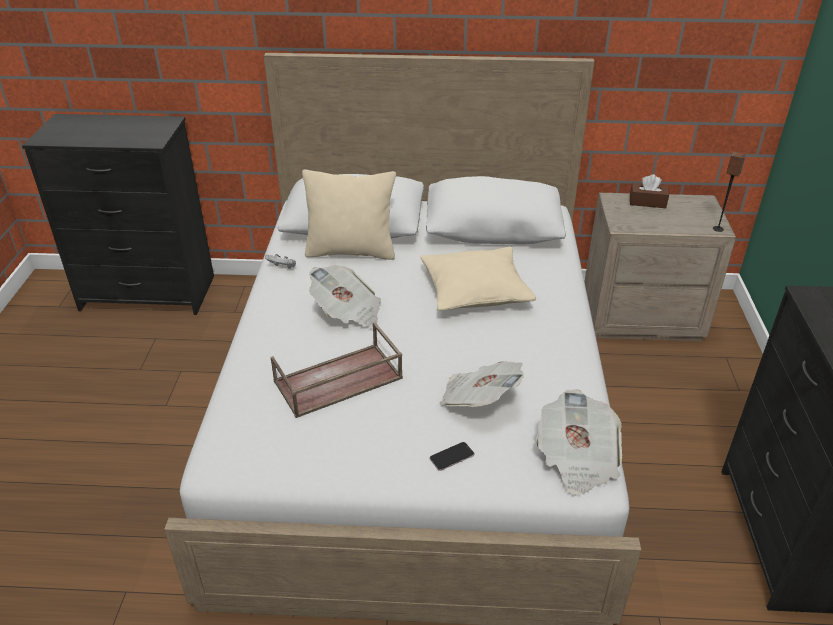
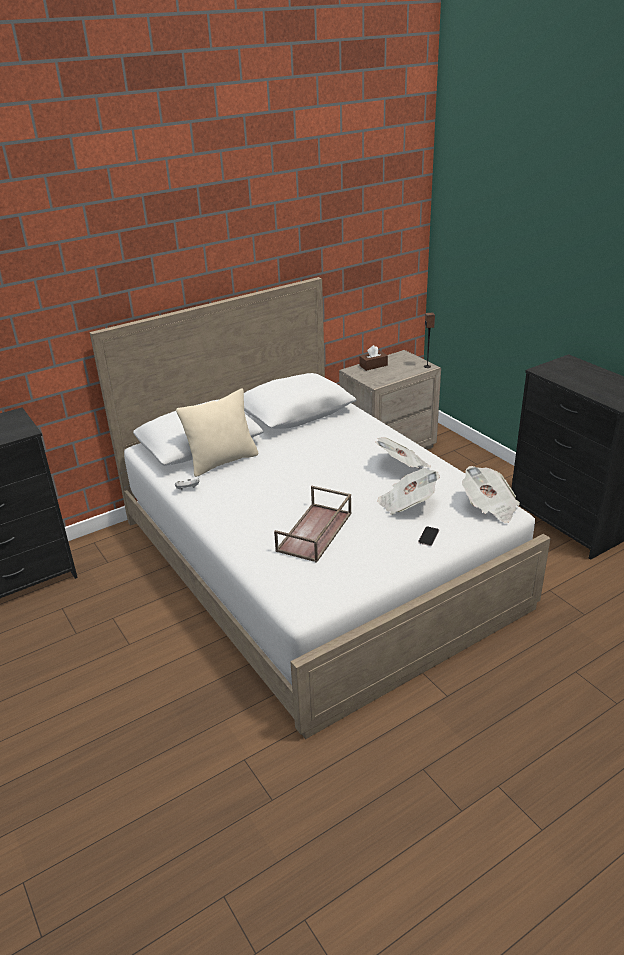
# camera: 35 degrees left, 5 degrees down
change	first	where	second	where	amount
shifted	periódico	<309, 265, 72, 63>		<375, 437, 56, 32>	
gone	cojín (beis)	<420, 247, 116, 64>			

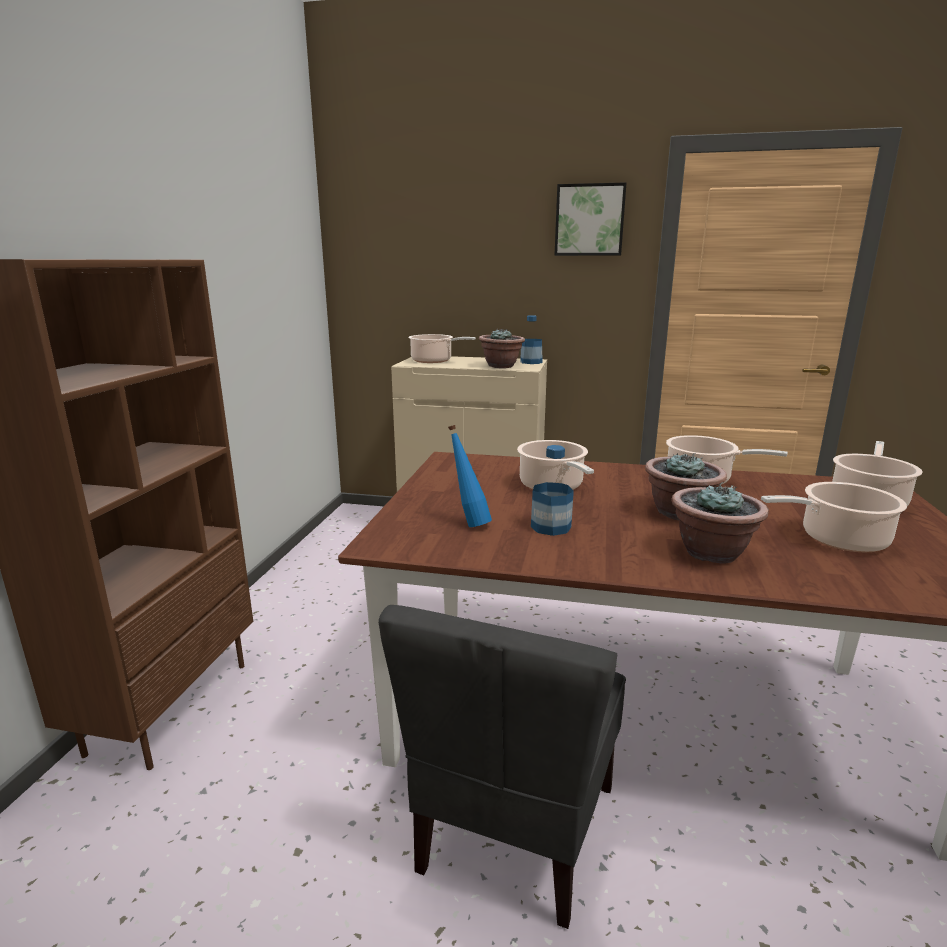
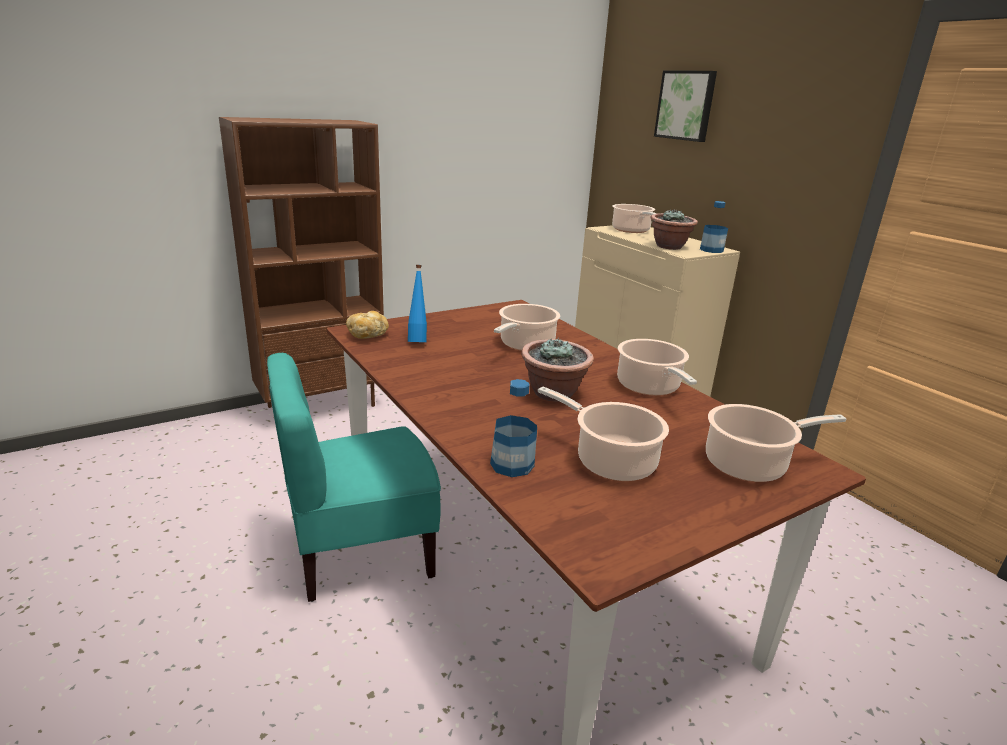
# camera: 45 degrees right, 5 degrees up
change	first	where	second	where	amount
repainted	silla (gris)	<379, 605, 247, 324>	silla (turquesa)	<267, 353, 174, 249>	
shifted	botella	<531, 445, 43, 91>		<490, 379, 47, 98>	
shifted	cuadro	<554, 182, 72, 74>		<654, 71, 63, 71>	
gone	planta en maceta	<671, 482, 98, 82>			
new			pan	<346, 311, 43, 28>	

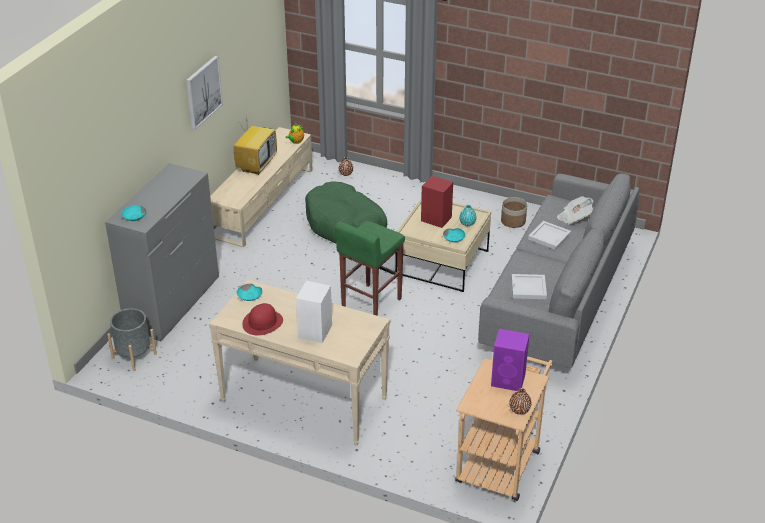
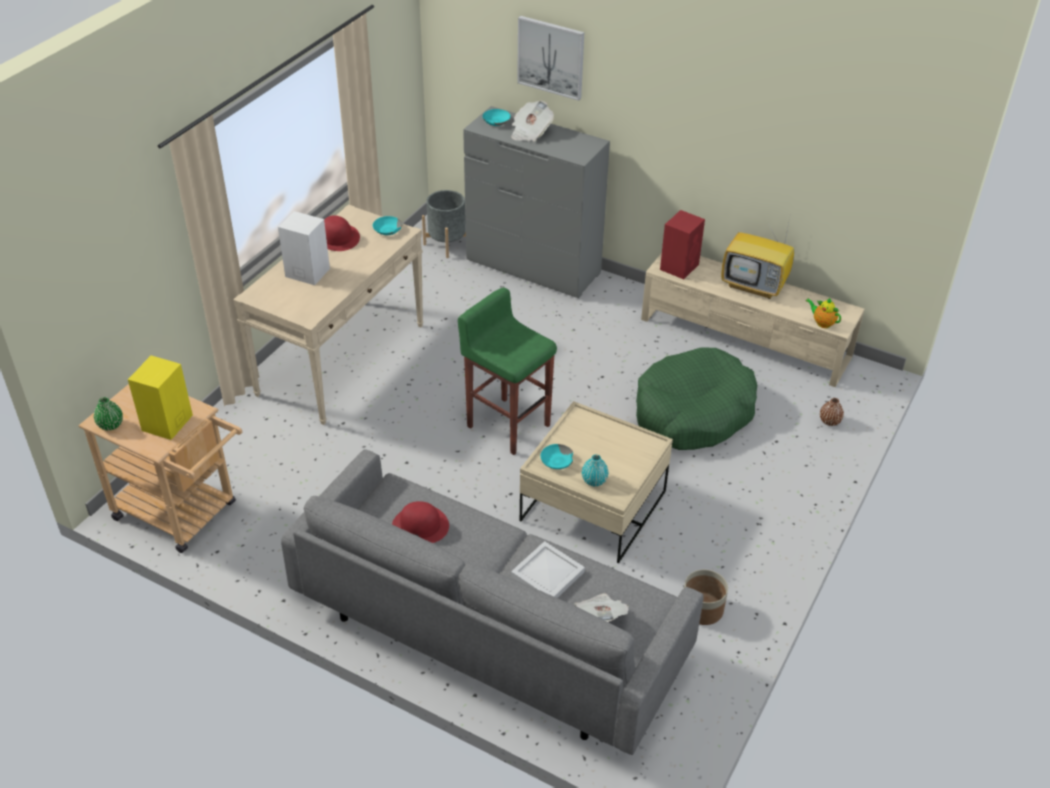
# camera: 95 degrees right, 5 degrees up
change	first	where	second	where	amount
shifted	cuadro	<186, 56, 37, 74>		<517, 16, 67, 85>	
shifted	altavoz (rojo)	<421, 176, 32, 52>		<660, 210, 45, 69>	
repainted	altavoz (morado)	<491, 329, 38, 62>	altavoz (amarillo)	<128, 356, 65, 84>	
repainted	florero (marrón)	<509, 388, 23, 27>	florero (verde)	<94, 397, 29, 33>	
swapped	bandeja (blanco)	<511, 274, 36, 25>	sombrero (rojo)	<392, 501, 57, 42>	
new			periódico	<511, 101, 43, 40>	

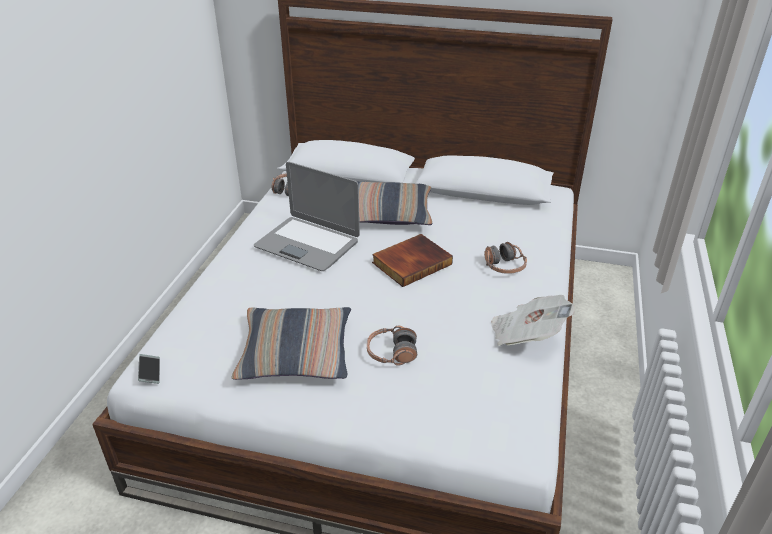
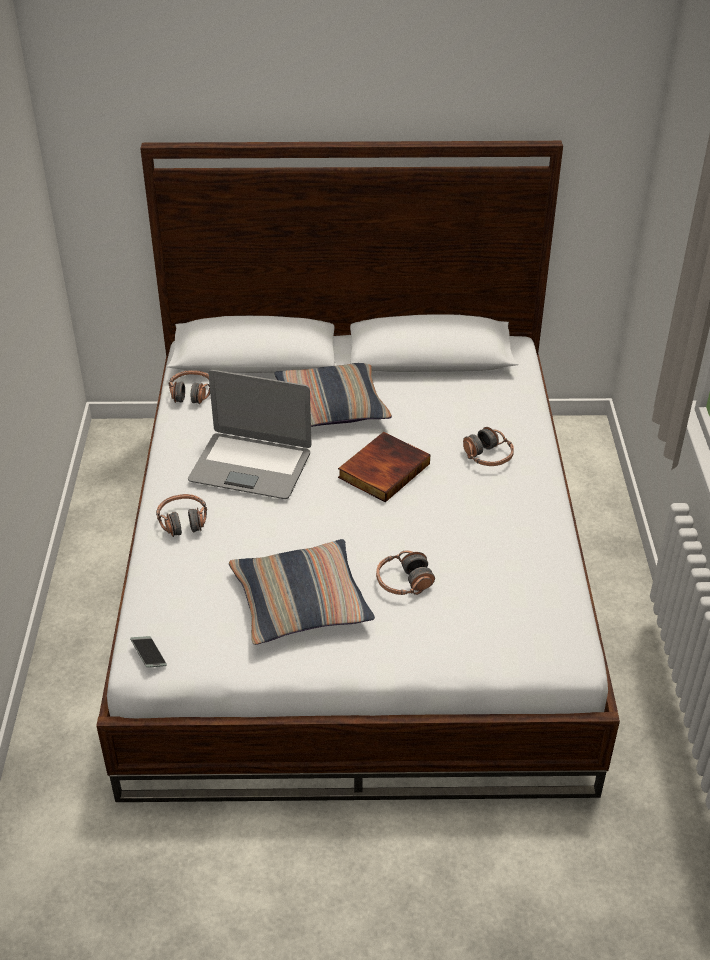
# camera: 15 degrees left, 5 degrees up
change	first	where	second	where	amount
gone	periódico	<491, 295, 84, 51>			
new			auriculares	<156, 494, 51, 43>	

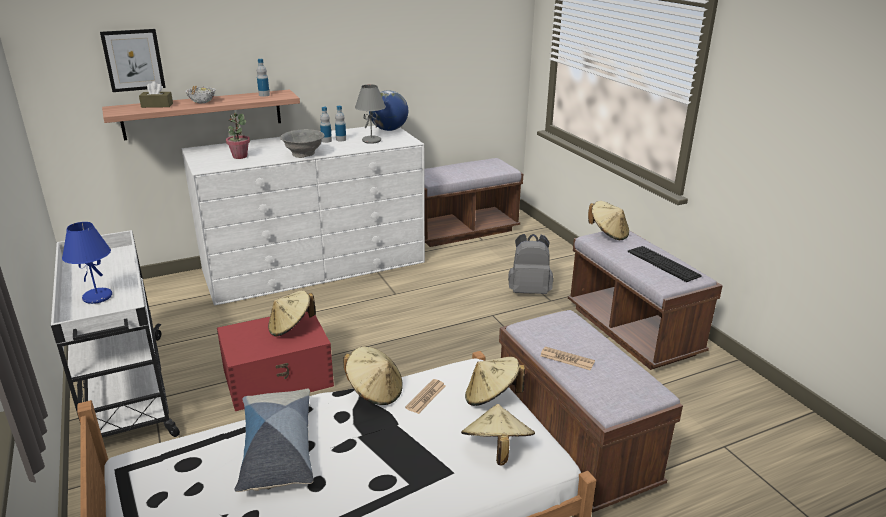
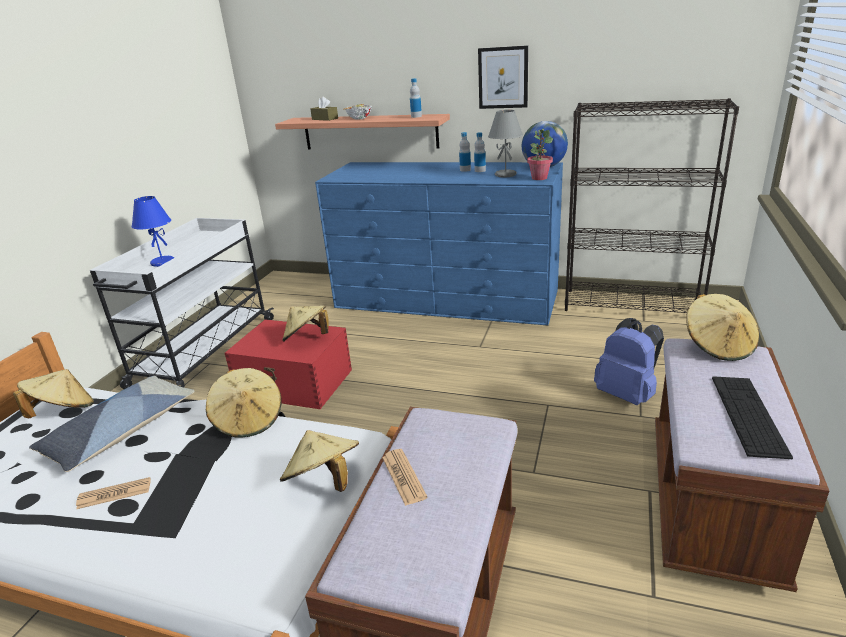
# camera: 45 degrees right, 0 degrees up
change	first	where	second	where	amount
shifted	cuadro	<100, 29, 66, 63>		<478, 46, 50, 63>	
repainted	cómoda (blanco)	<182, 126, 243, 180>	cómoda (azul)	<315, 162, 248, 163>	
shifted	planta en maceta	<226, 113, 24, 46>		<527, 129, 26, 51>	
gone	cuenco (gris)	<280, 129, 45, 29>			
shifted	periódico	<405, 379, 41, 35>		<76, 477, 75, 32>	
swapped	banco (marrón)	<424, 158, 99, 89>	estantería (negro)	<565, 98, 174, 215>	
shifted	sombrero (beis)	<461, 404, 74, 62>		<13, 369, 81, 49>	
repainted	mochila (gris)	<508, 234, 45, 60>	mochila (azul)	<594, 318, 70, 87>	

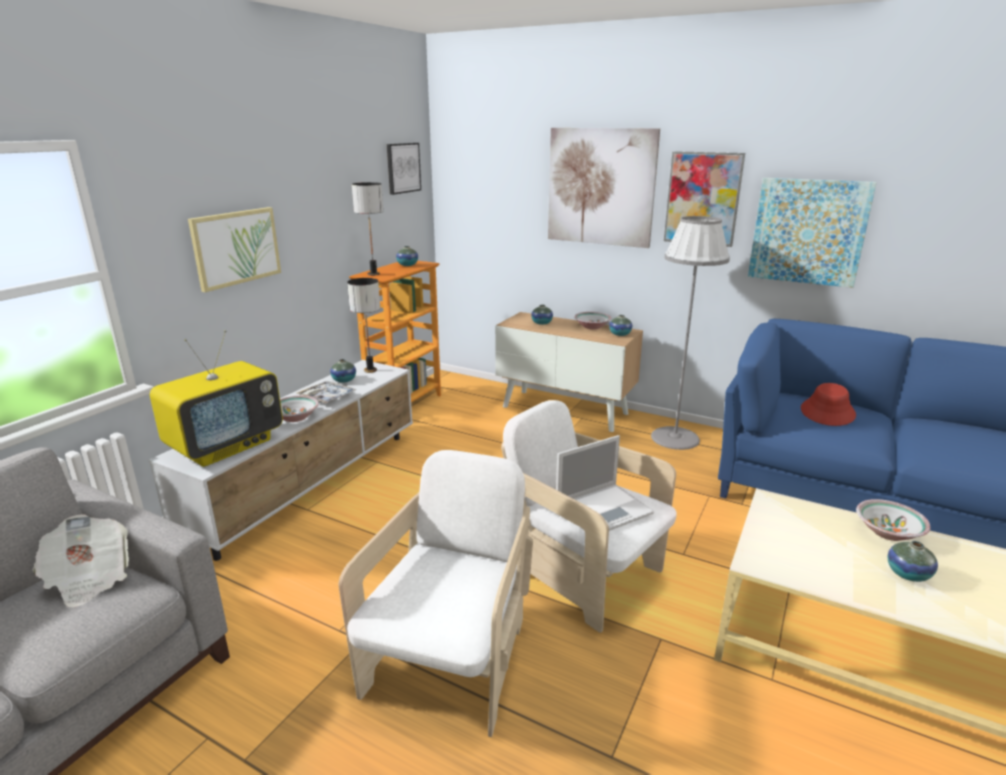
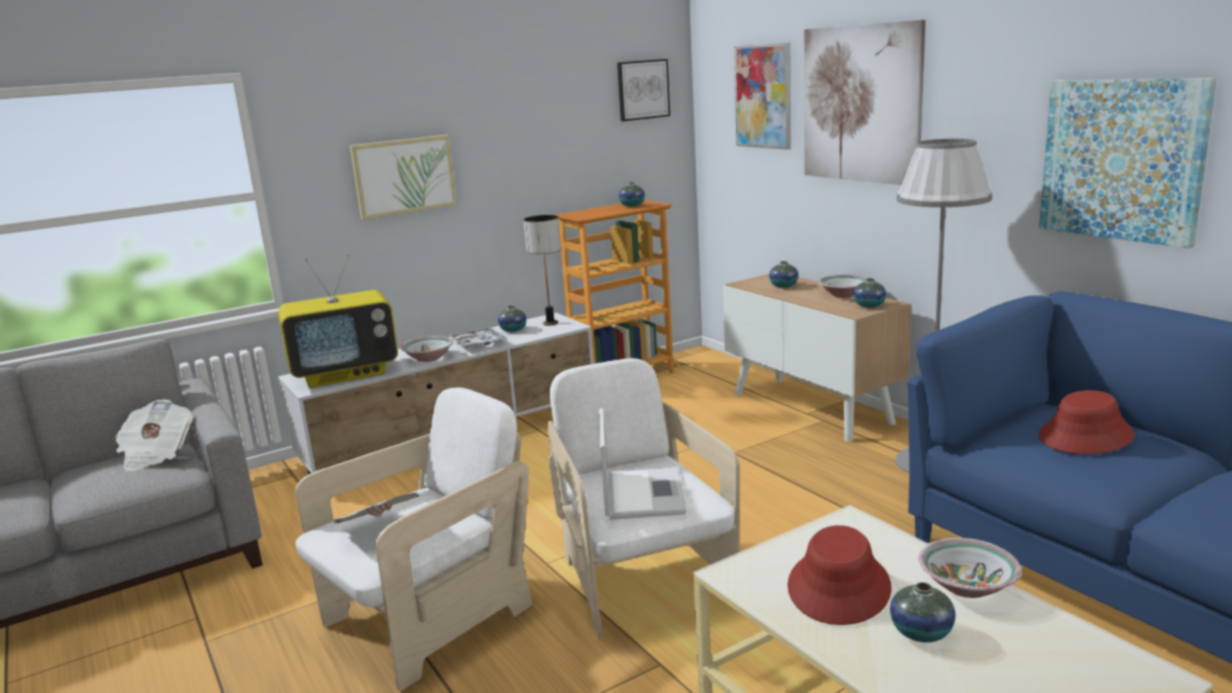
# camera: 30 degrees right, 5 degrees down
change	first	where	second	where	amount
gone	lámpara de mesa	<352, 182, 31, 94>			
rotated	portátil	<556, 435, 98, 96>		<599, 408, 87, 112>	90 degrees counterclockwise
shifted	cuadro	<664, 151, 81, 96>		<734, 43, 57, 107>	
new			periódico	<334, 493, 86, 30>	
new			sombrero (rojo)	<788, 525, 104, 100>	

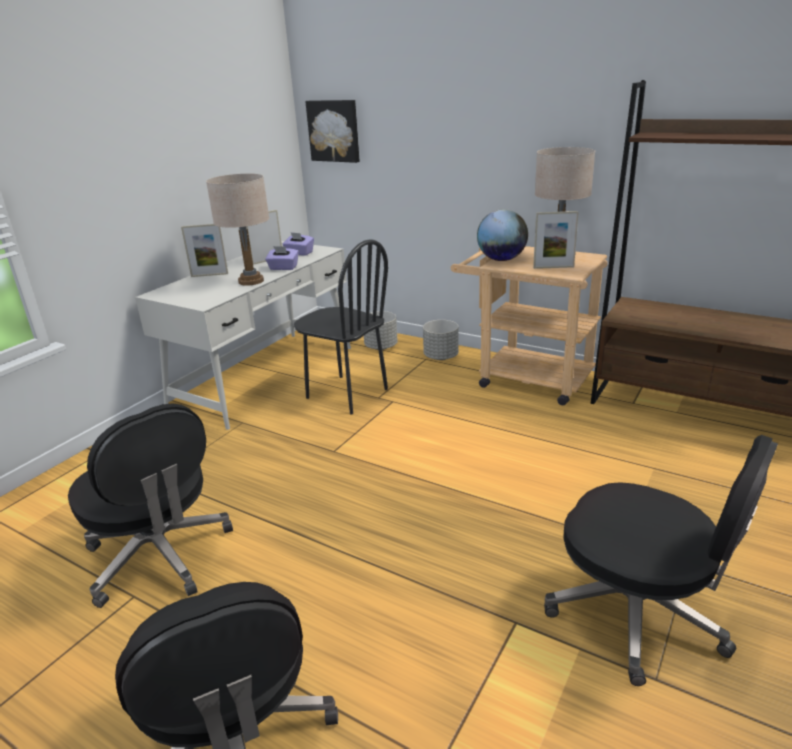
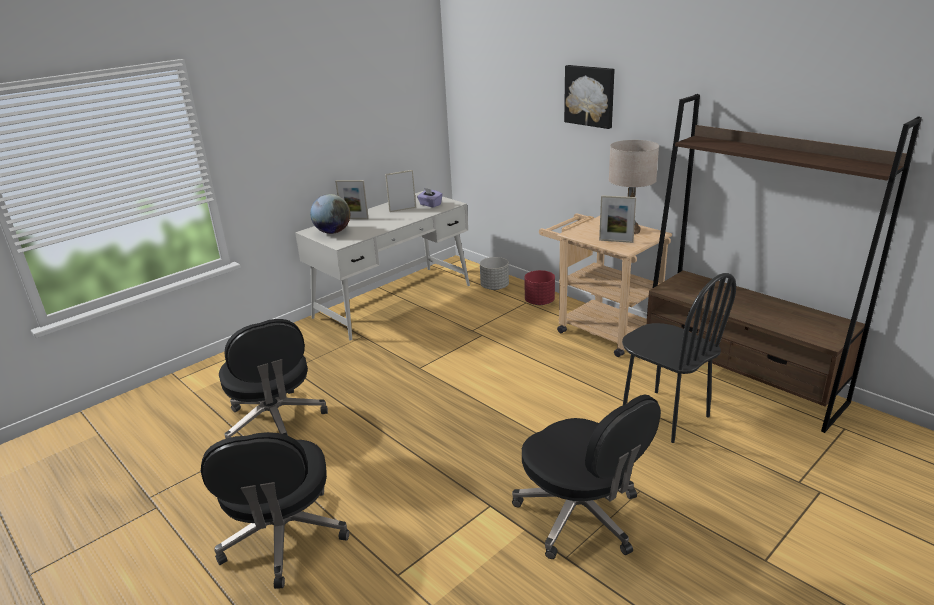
# camera: 15 degrees right, 0 degrees up
change	first	where	second	where	amount
gone	lámpara de mesa (beis)	<206, 174, 63, 112>			
gone	caja de pañuelos (morado)	<265, 246, 34, 24>			
shifted	silla (negro)	<294, 239, 94, 175>		<622, 273, 114, 170>	
shifted	cuadro	<305, 100, 55, 63>		<564, 65, 51, 64>	
repainted	maceta (gris)	<423, 320, 36, 40>	maceta (rojo)	<524, 270, 31, 35>	
shifted	globo terráqueo	<477, 209, 51, 52>		<310, 194, 40, 40>	

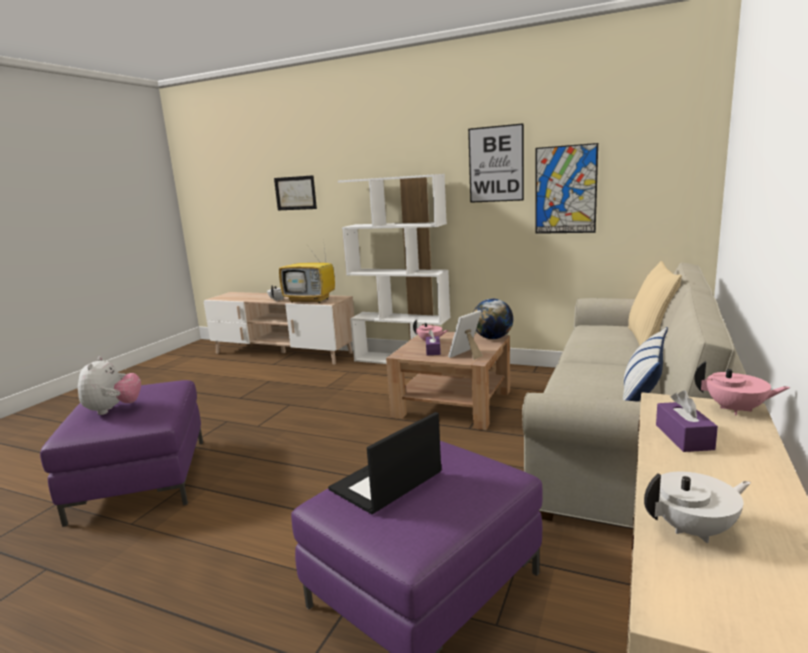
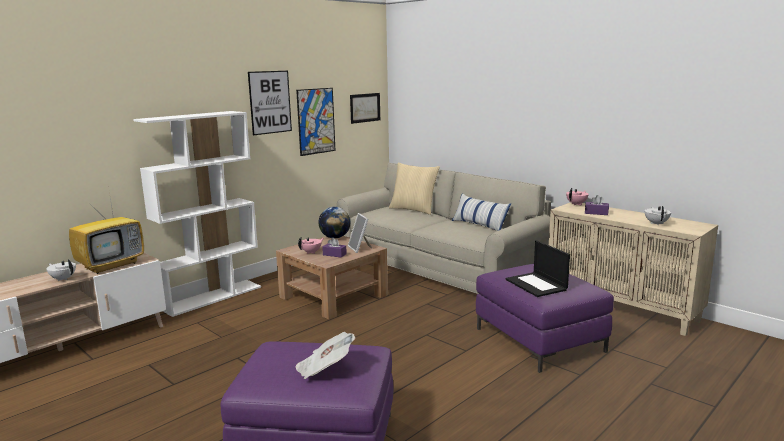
# camera: 70 degrees left, 0 degrees up
change	first	where	second	where	amount
swapped	peluche	<78, 356, 63, 59>	periódico	<295, 332, 60, 47>	
shifted	cuadro	<274, 175, 43, 35>		<350, 93, 30, 31>	

